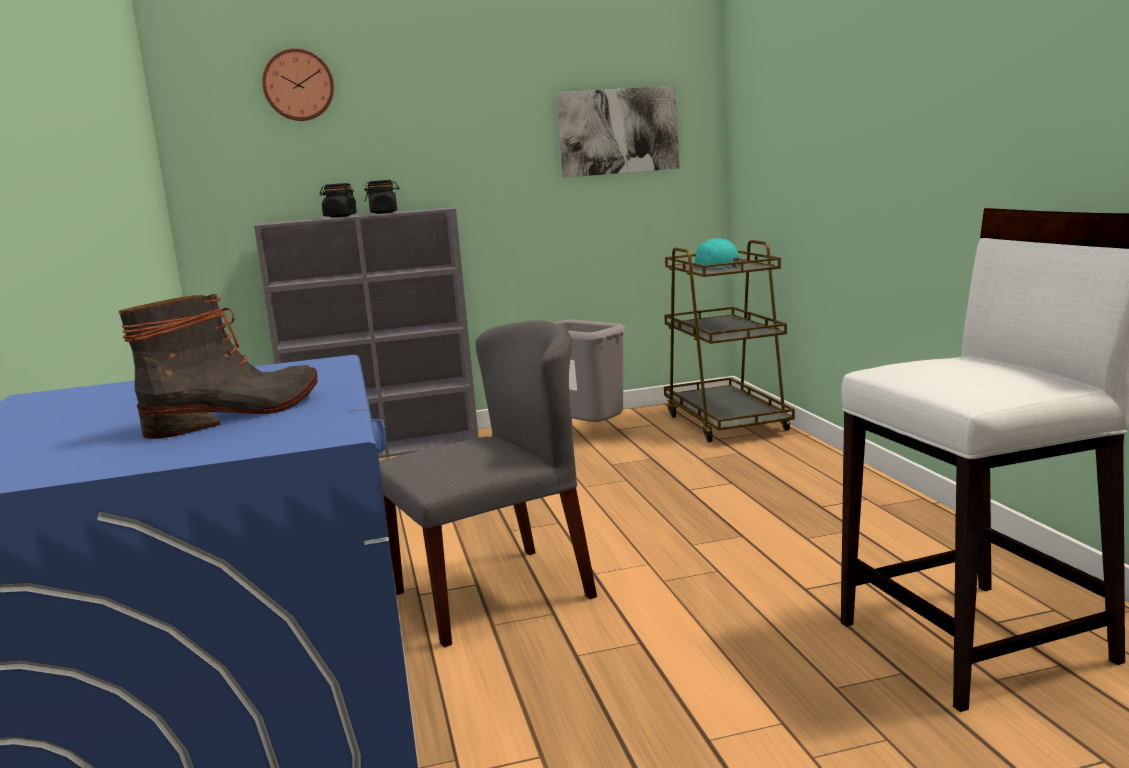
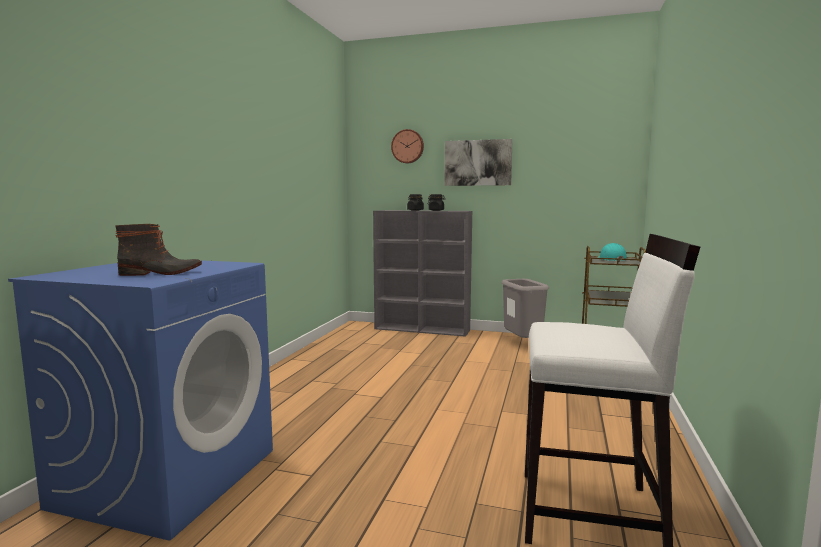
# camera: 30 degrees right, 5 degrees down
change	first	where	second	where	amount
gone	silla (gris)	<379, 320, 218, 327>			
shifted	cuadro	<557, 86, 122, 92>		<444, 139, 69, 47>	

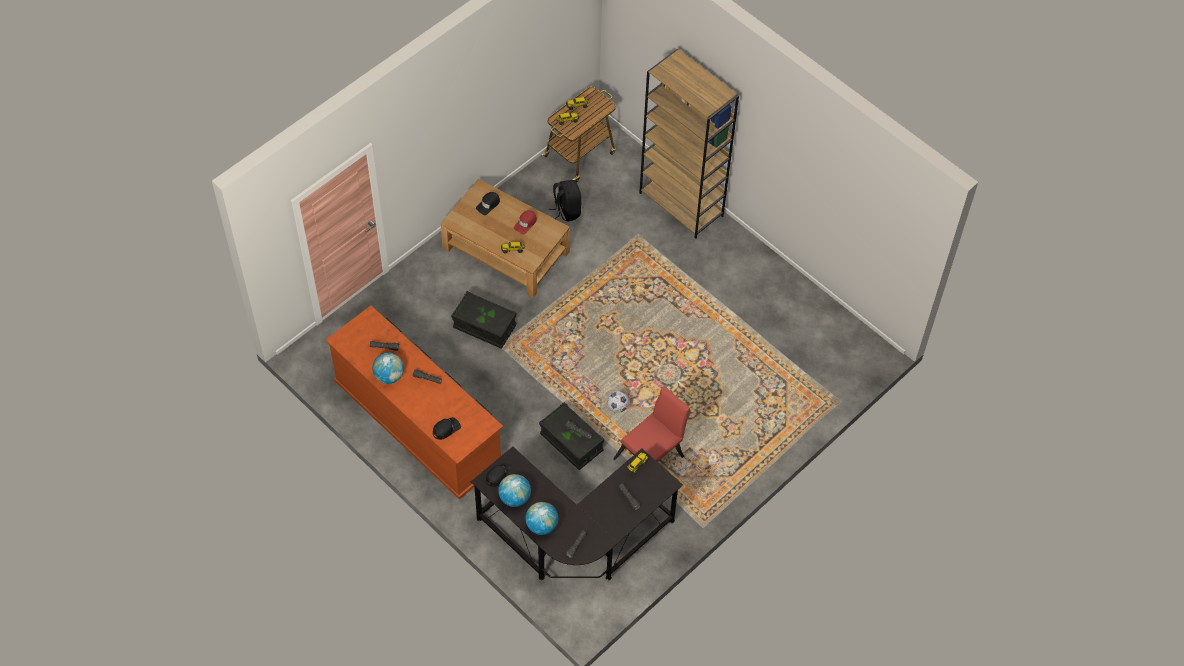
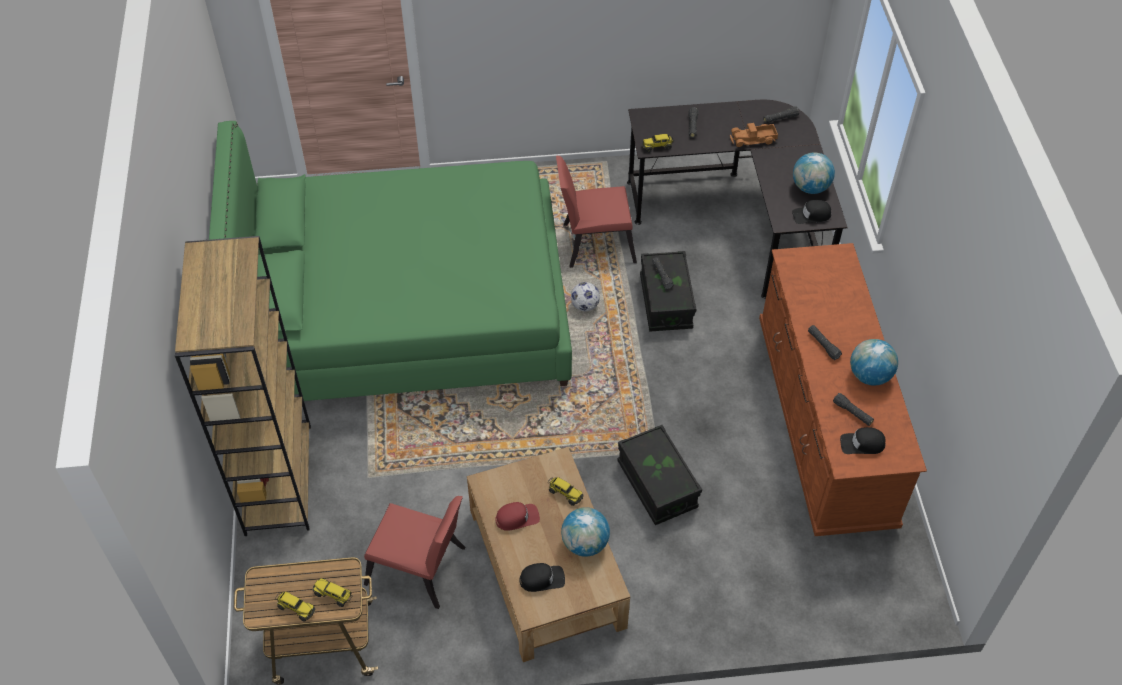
# camera: 140 degrees left, 5 degrees down
change	first	where	second	where	amount
shifted	gorra (negro)	<433, 417, 28, 23>		<840, 427, 46, 27>	
shifted	globo terráqueo	<525, 502, 33, 33>		<561, 507, 49, 50>	
swapped	mochila (negro)	<549, 180, 32, 41>	silla (rojo)	<364, 496, 101, 113>	
new			cama (verde)	<209, 121, 363, 280>	
new			camión de juguete	<730, 123, 48, 24>	

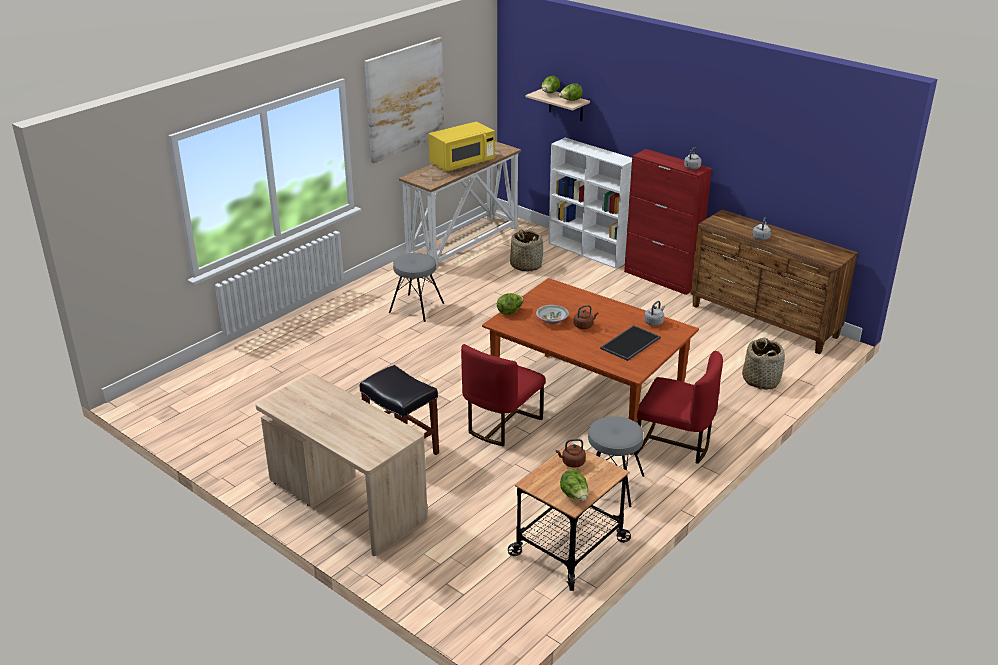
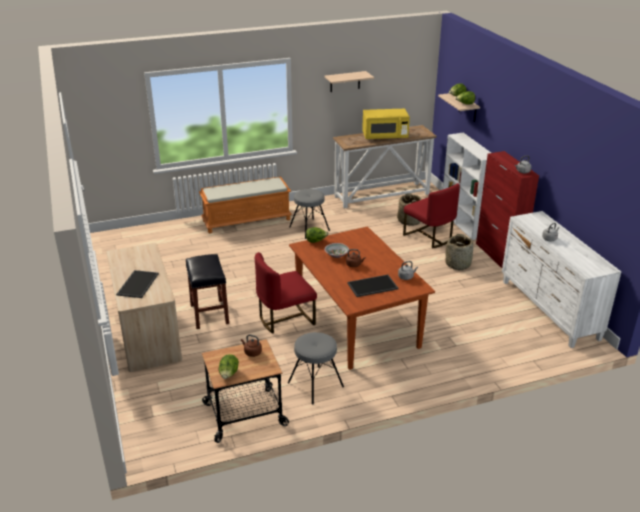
# camera: 30 degrees right, 0 degrees up
change	first	where	second	where	amount
swapped	cuadro	<365, 37, 79, 127>	estante	<324, 71, 50, 21>	
shifted	silla (rojo)	<636, 351, 87, 113>		<403, 183, 57, 65>	
repainted	cómoda (marrón)	<691, 210, 167, 144>	cómoda (blanco)	<502, 211, 119, 137>	
shifted	cesta	<742, 338, 43, 52>		<446, 234, 27, 36>	
new			bandeja	<116, 270, 43, 28>	
new			banco (naranja)	<199, 176, 93, 57>	

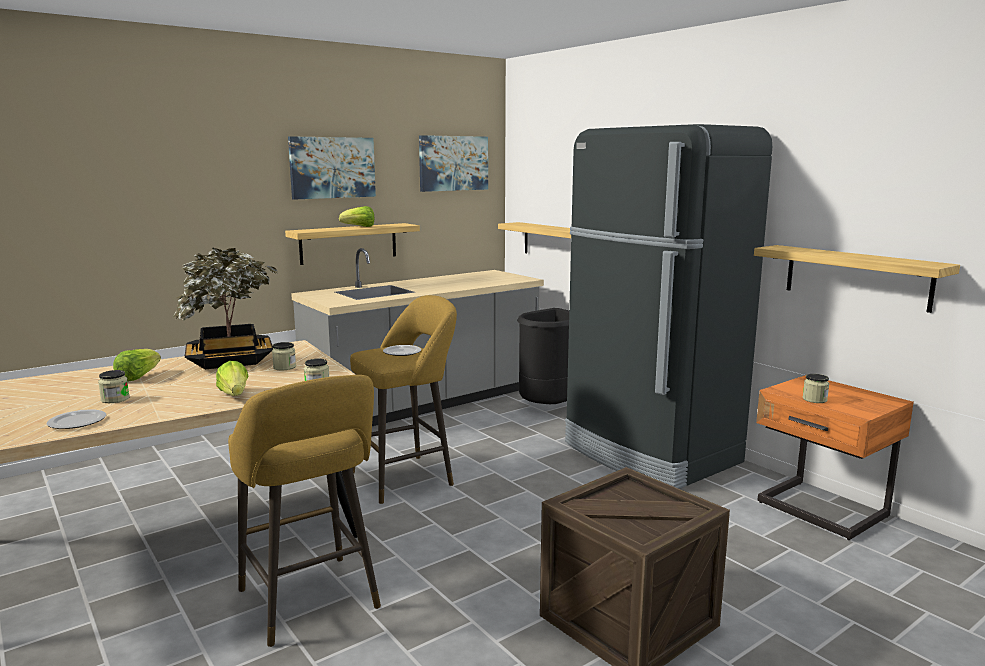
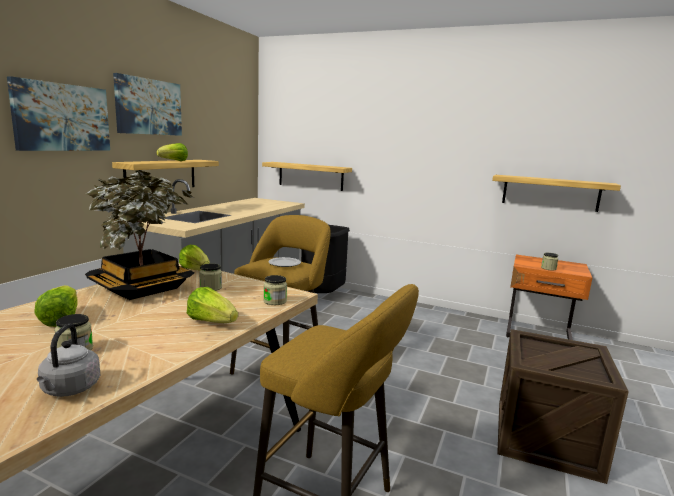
# camera: 30 degrees left, 0 degrees up
change	first	where	second	where	amount
swapped	plato	<47, 409, 59, 20>	hervidor (gris)	<37, 324, 63, 73>	
shifted	cuadro	<419, 135, 69, 57>		<7, 76, 103, 75>	
gone	nevera (negro)	<565, 124, 207, 365>			
new			lechuga	<179, 245, 31, 25>	

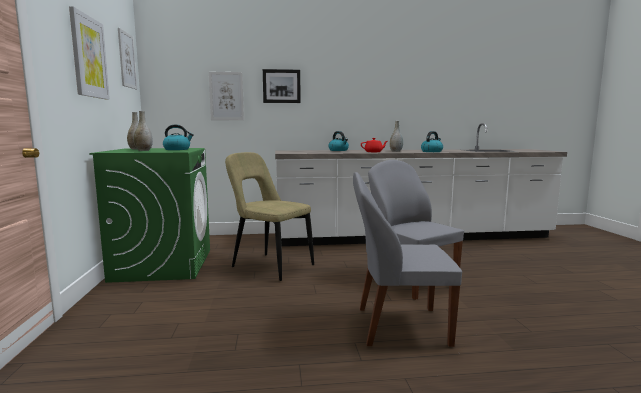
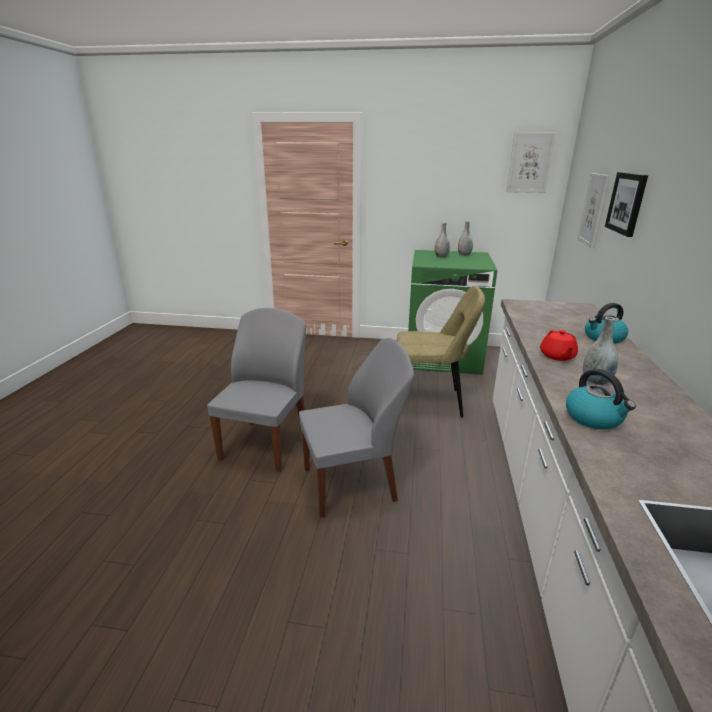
# camera: 105 degrees right, 15 degrees up
change	first	where	second	where	amount
gone	cuadro	<69, 6, 41, 94>			
gone	hervidor	<163, 125, 31, 25>			
rotated	silla (beis)	<225, 152, 89, 129>		<397, 286, 88, 132>	45 degrees clockwise

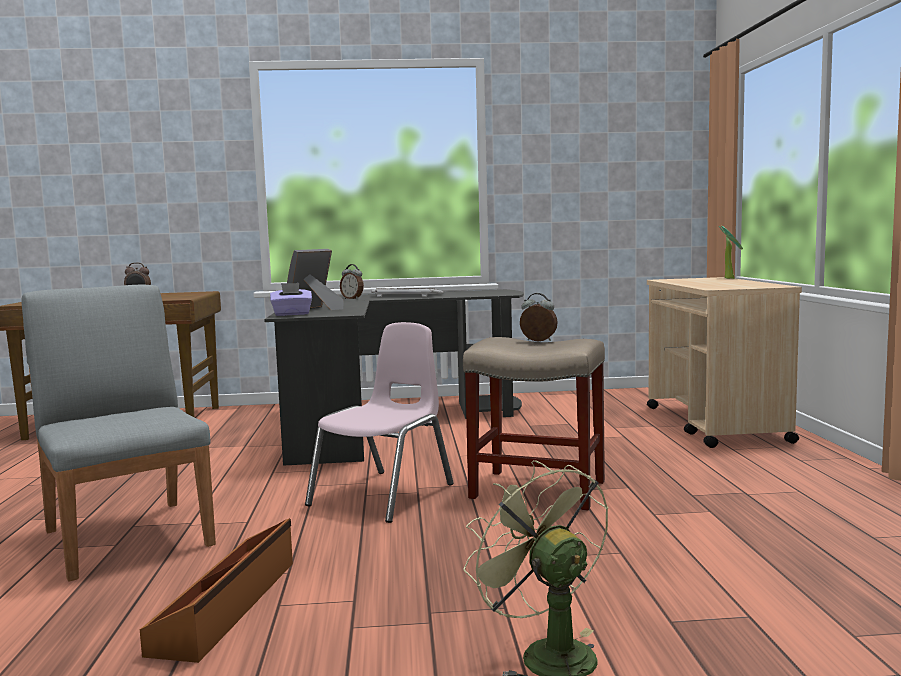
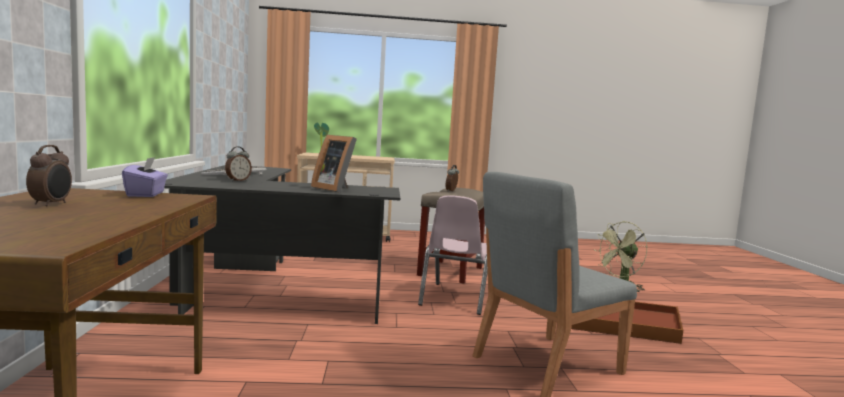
# camera: 90 degrees left, 0 degrees up
change	first	where	second	where	amount
shifted	caja de pañuelos (morado)	<270, 283, 42, 33>		<122, 157, 46, 40>	
rotated	silla (rosa)	<305, 322, 149, 201>		<418, 195, 70, 120>	105 degrees counterclockwise

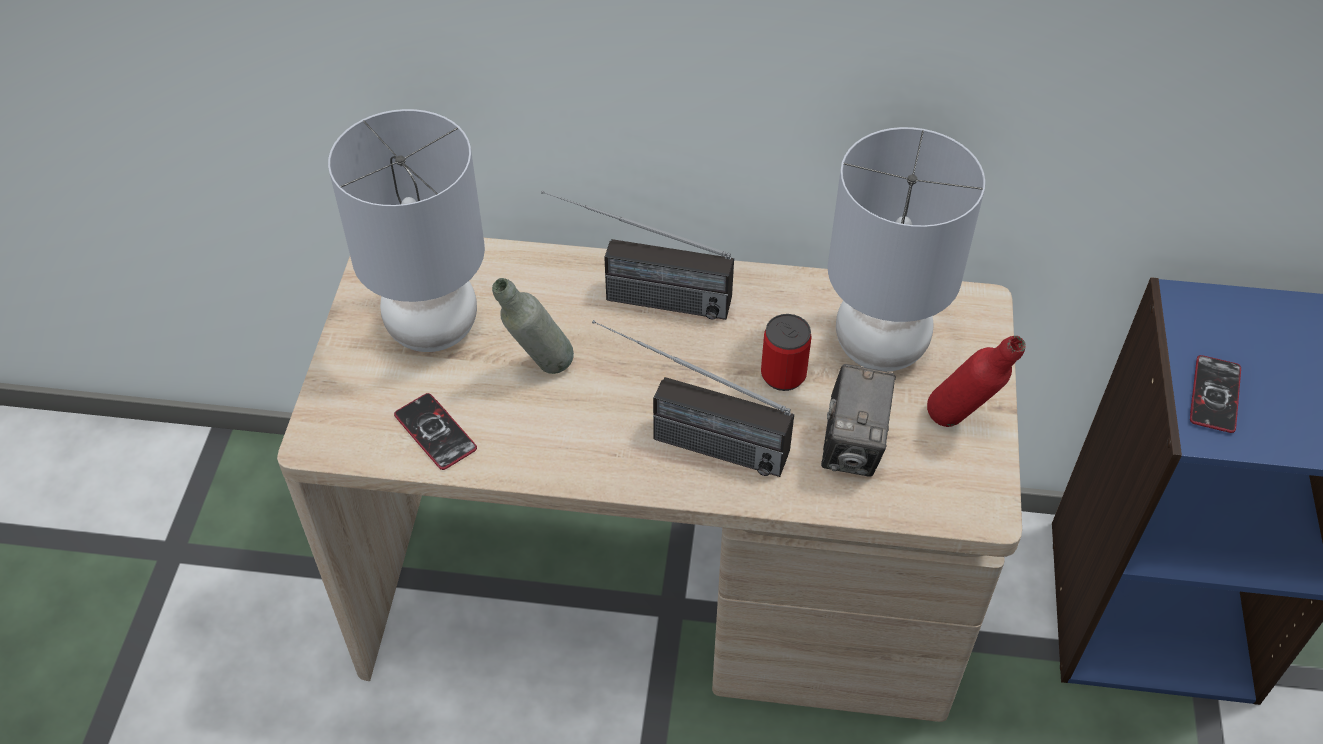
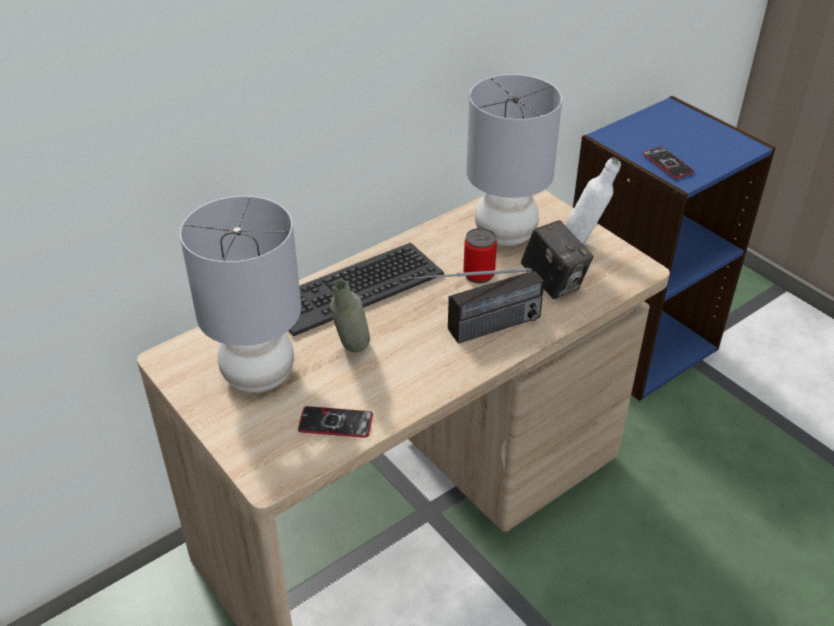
# camera: 45 degrees left, 10 degrees down
change	first	where	second	where	amount
swapped	radio	<541, 190, 193, 130>	teclado	<288, 242, 156, 94>	
repainted	botella (rojo)	<927, 336, 99, 91>	botella (blanco)	<565, 157, 56, 88>	

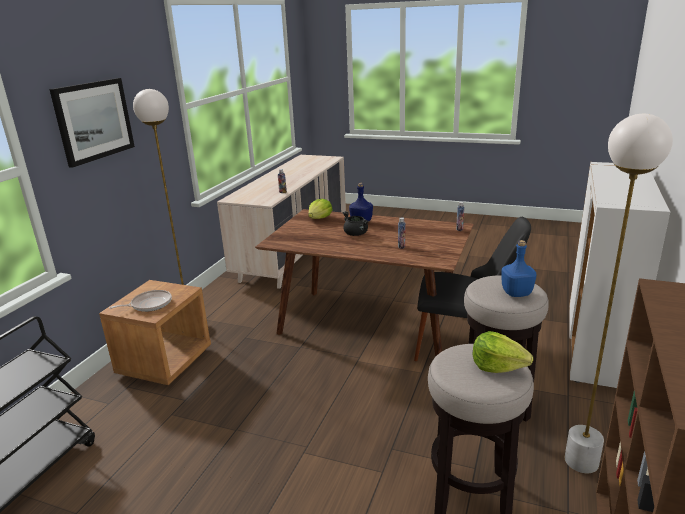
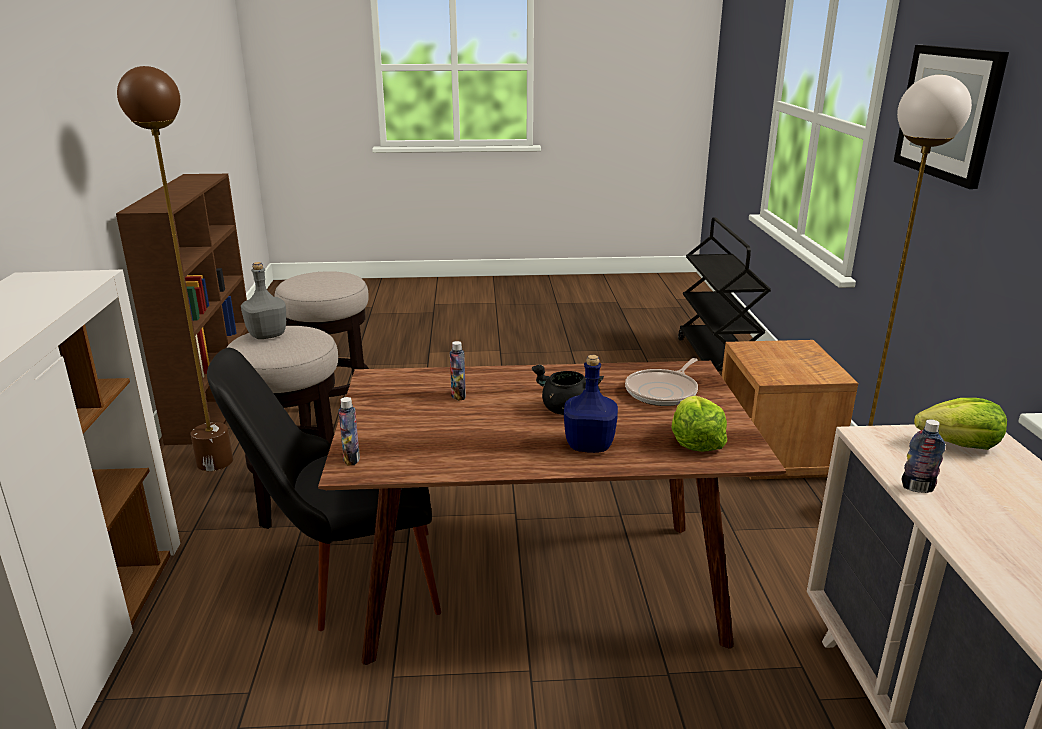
# camera: 155 degrees right, 0 degrees up
change	first	where	second	where	amount
shifted	sartén	<109, 290, 63, 22>		<625, 358, 73, 48>	
shifted	lechuga	<472, 331, 61, 42>		<914, 398, 93, 52>	
repainted	botella (azul)	<501, 240, 36, 57>	botella (gris)	<241, 262, 45, 77>	
repainted	lámpara de pie (blanco)	<565, 114, 108, 359>	lámpara de pie (marrón)	<117, 66, 116, 405>	

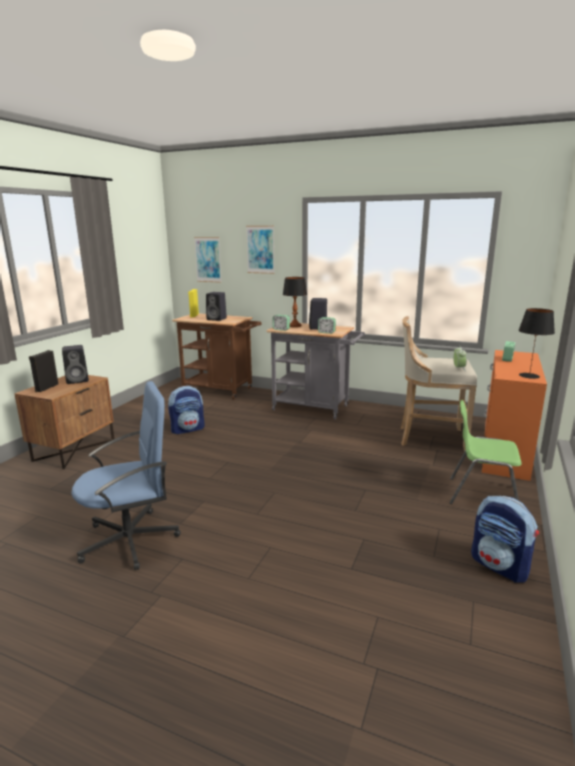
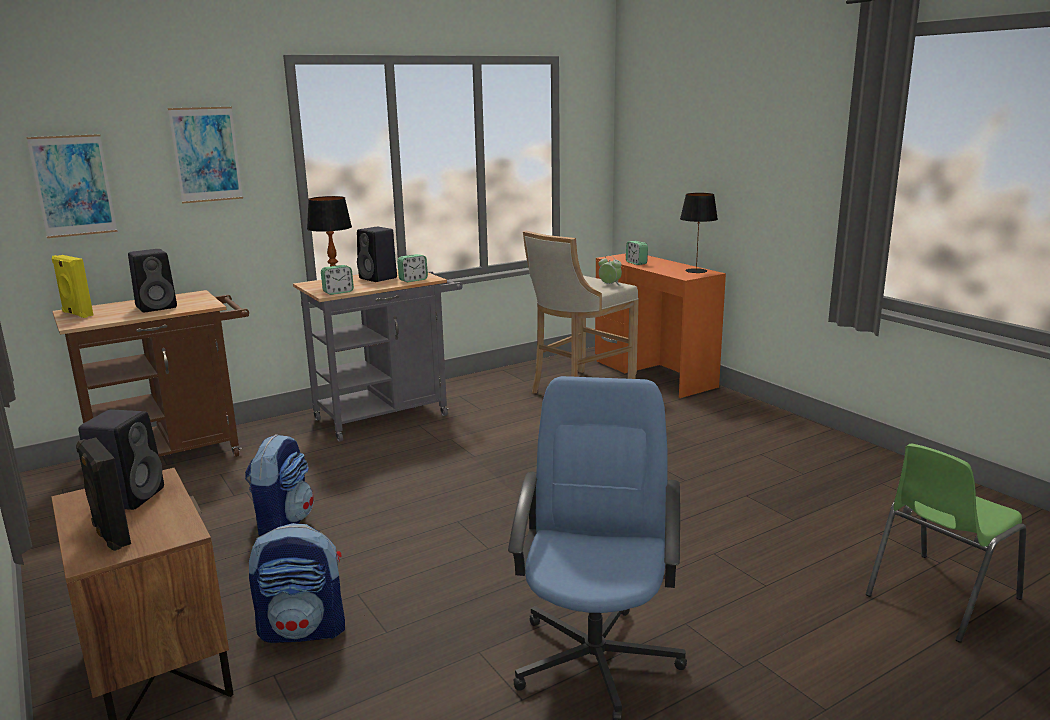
# camera: 55 degrees left, 0 degrees up
change	first	where	second	where	amount
shifted	silla (verde)	<449, 400, 73, 104>		<866, 444, 160, 199>	
shifted	mochila	<471, 496, 68, 87>		<249, 523, 96, 120>	

